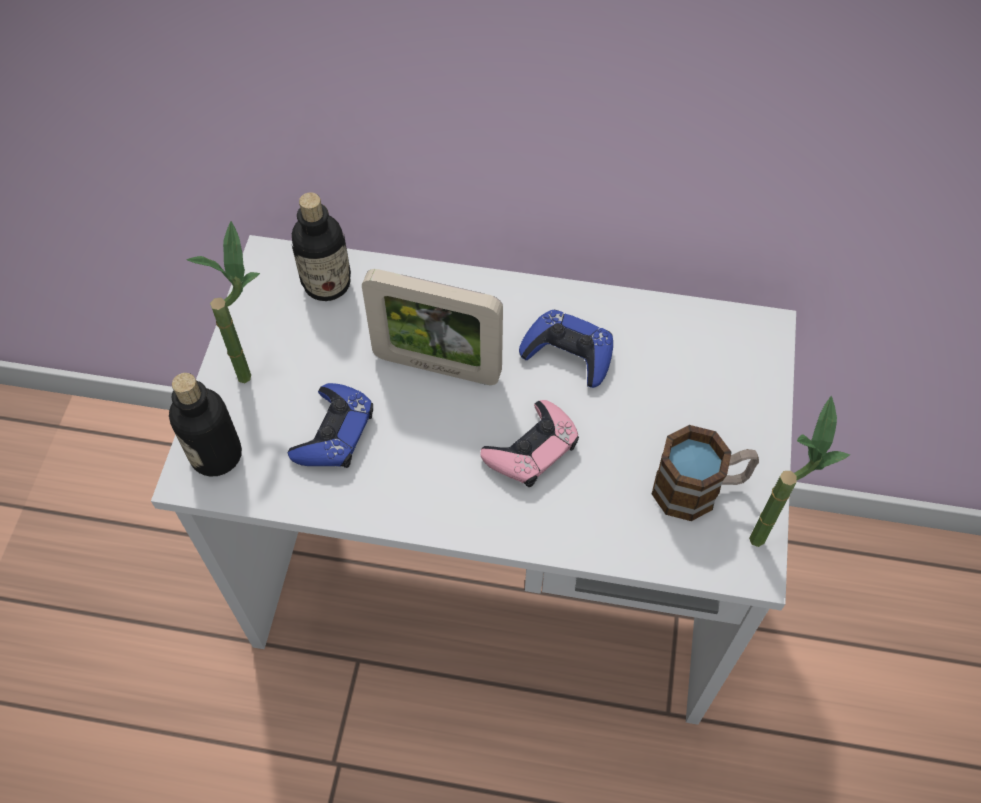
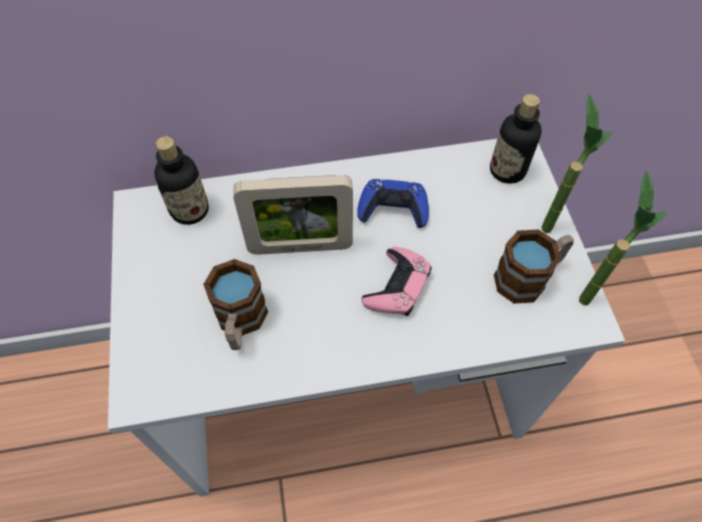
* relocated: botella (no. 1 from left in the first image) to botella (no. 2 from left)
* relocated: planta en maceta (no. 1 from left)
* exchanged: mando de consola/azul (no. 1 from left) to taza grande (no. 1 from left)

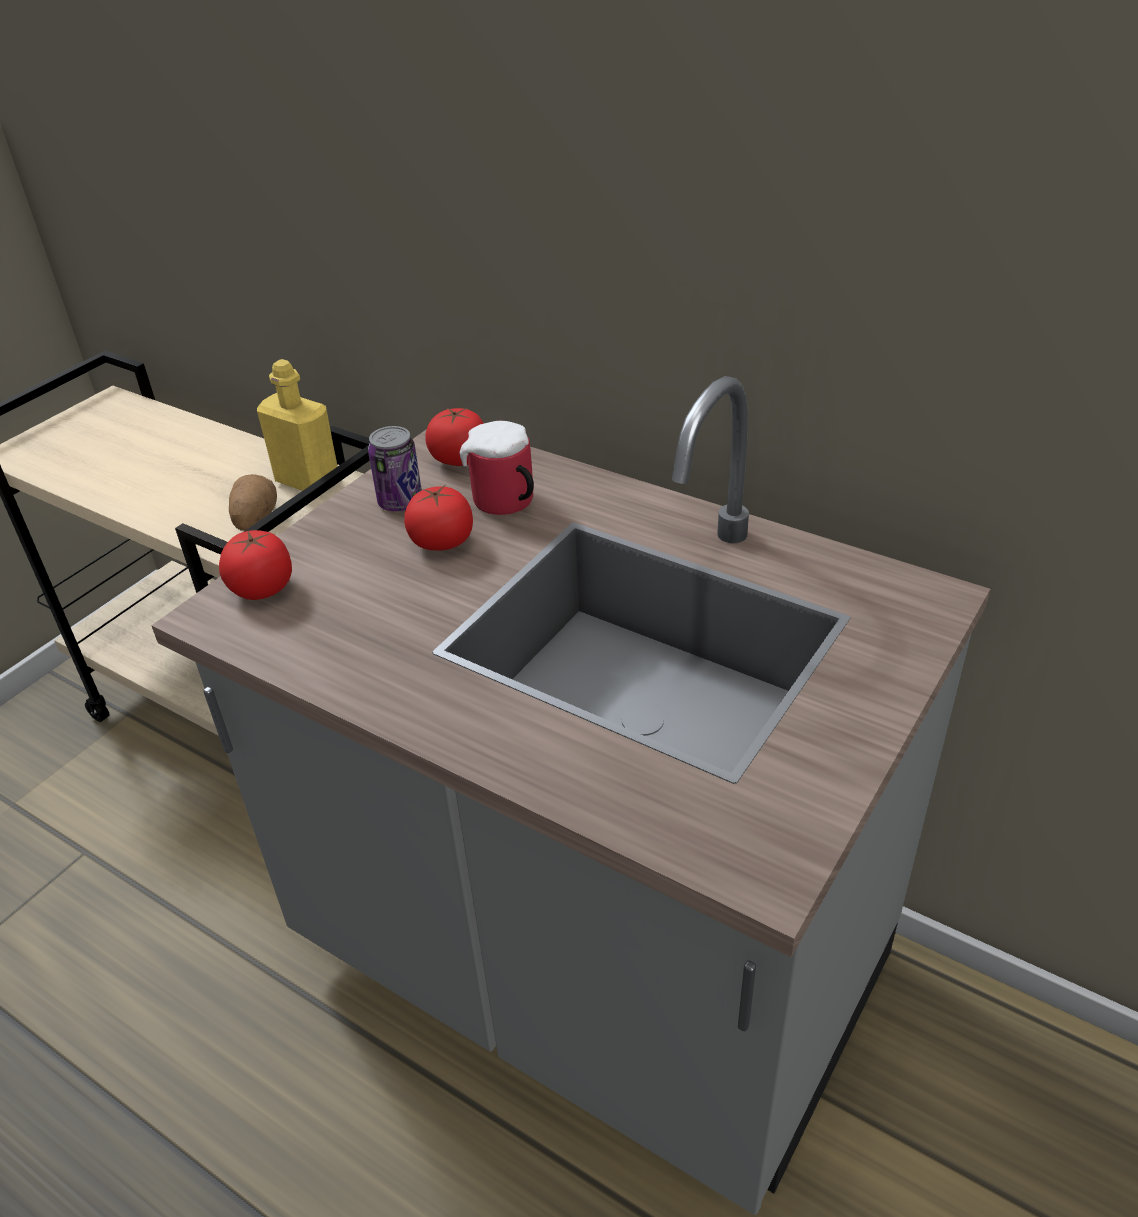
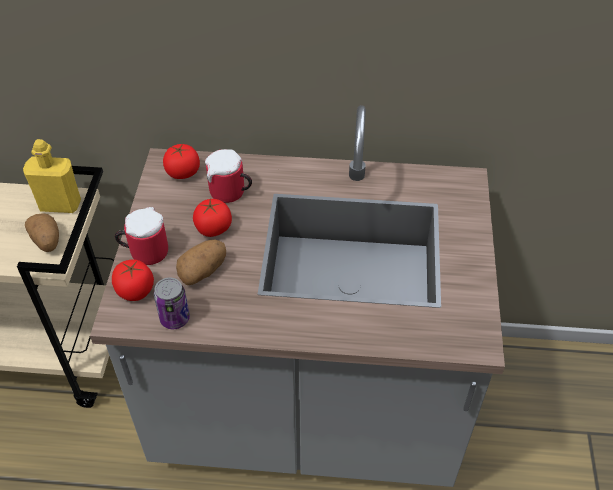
* relocated: lata
* appeared: taza grande (no. 1 from left)
* appeared: patata (no. 2 from left)

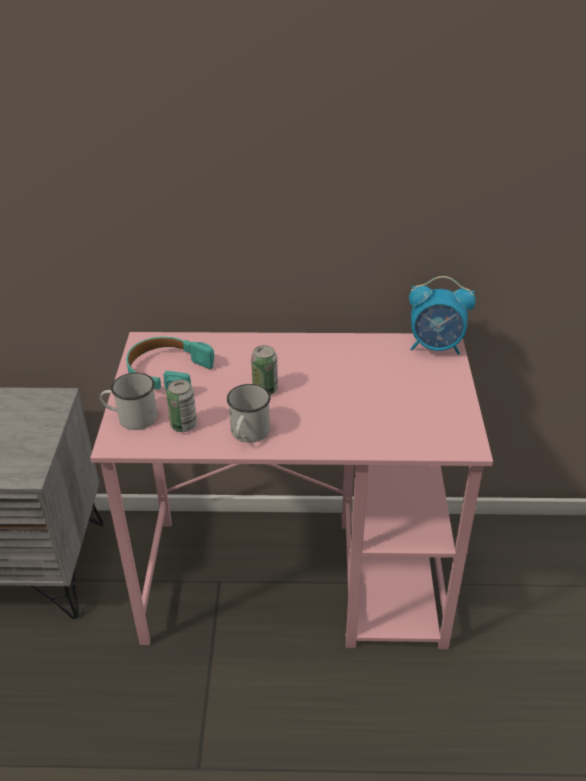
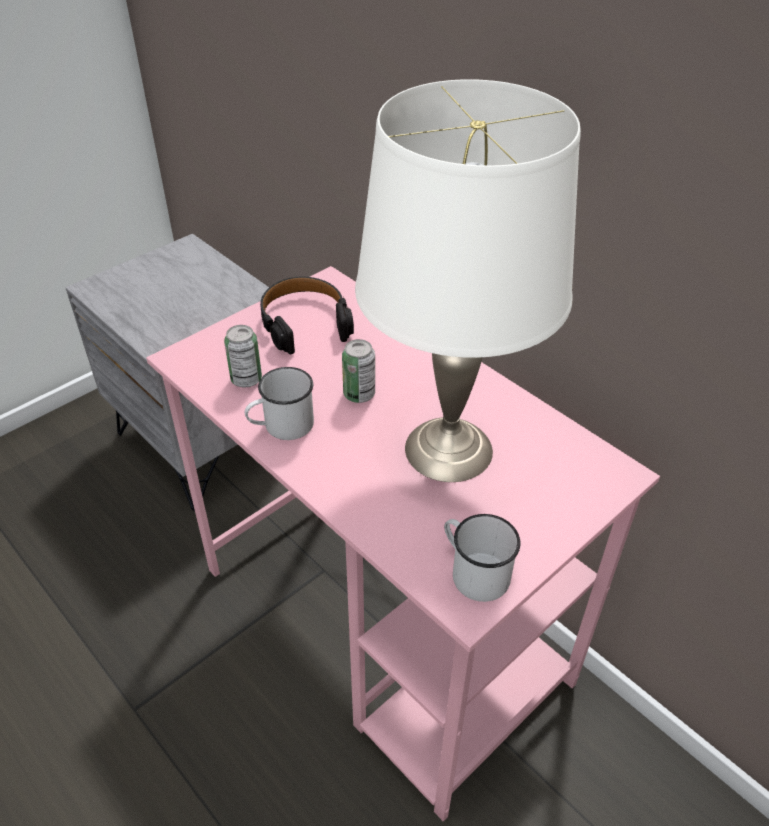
* relocated: taza grande/blanco (no. 1 from left in the first image) to taza grande/blanco (no. 2 from left)
* colour: auriculares/turquesa to auriculares/negro
* missing: despertador
* appeared: lámpara de mesa/blanco

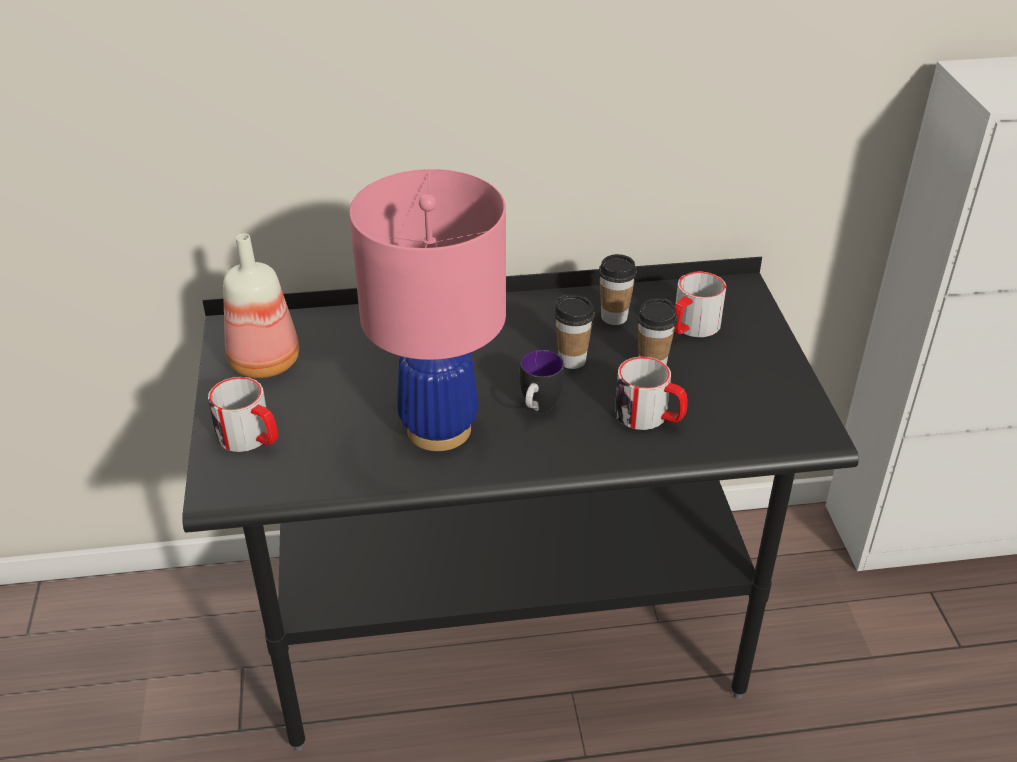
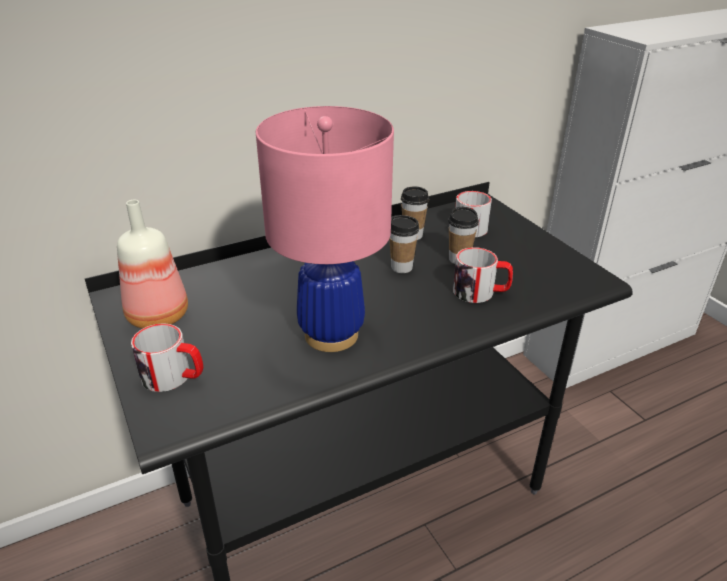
* missing: taza grande (no. 2 from left)

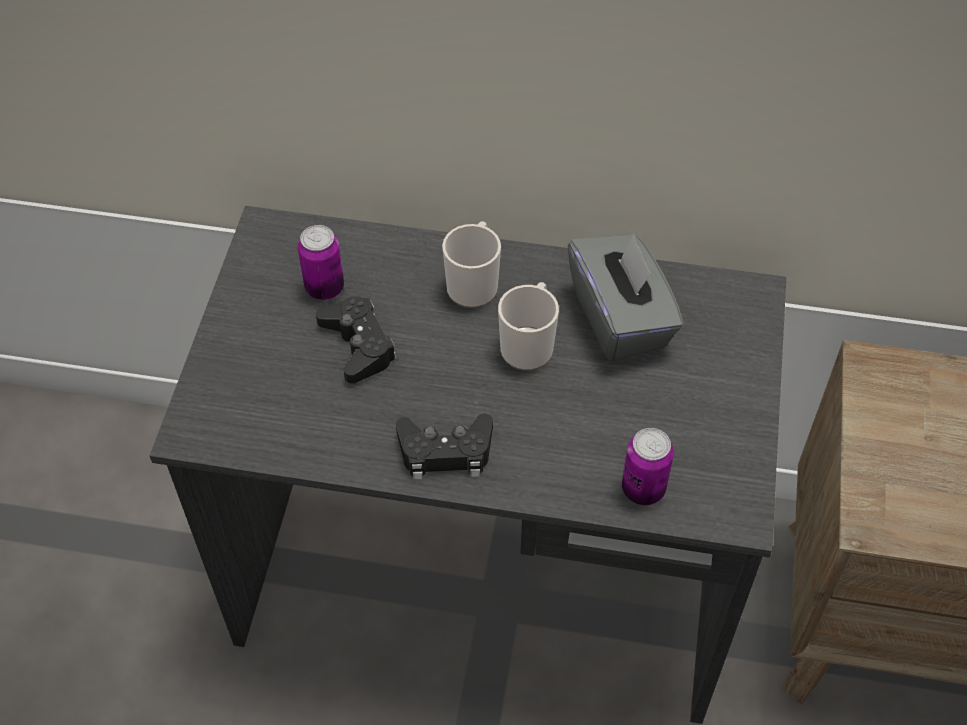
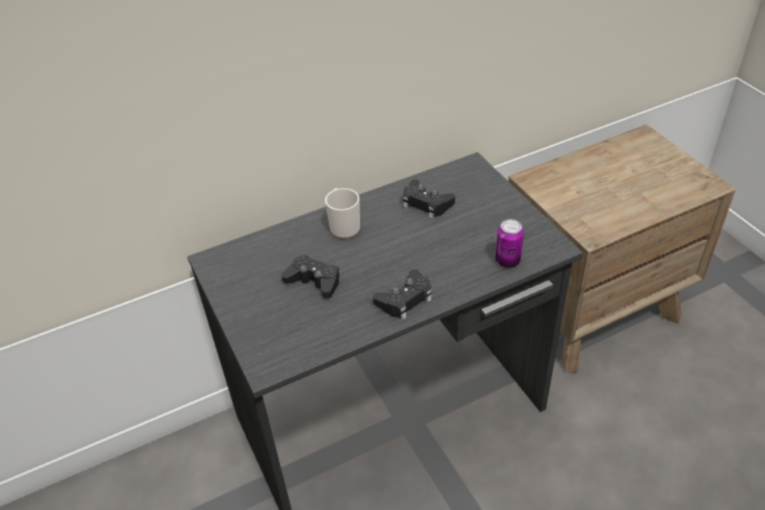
* missing: lata (no. 1 from left)
* missing: taza grande (no. 2 from left)
* exchanged: caja de pañuelos/gris to mando de consola/negro (no. 3 from left)

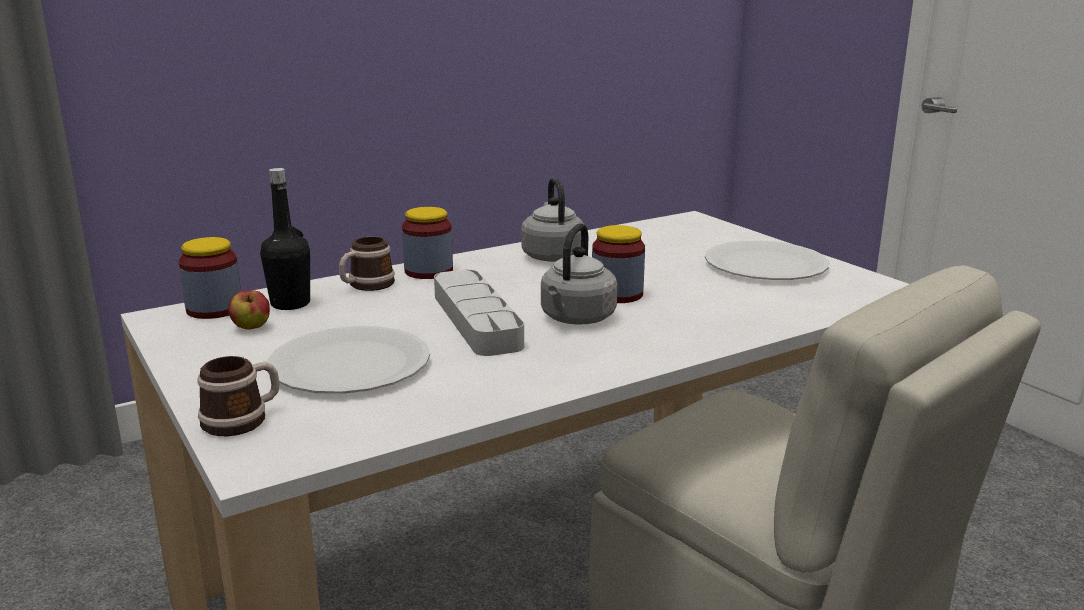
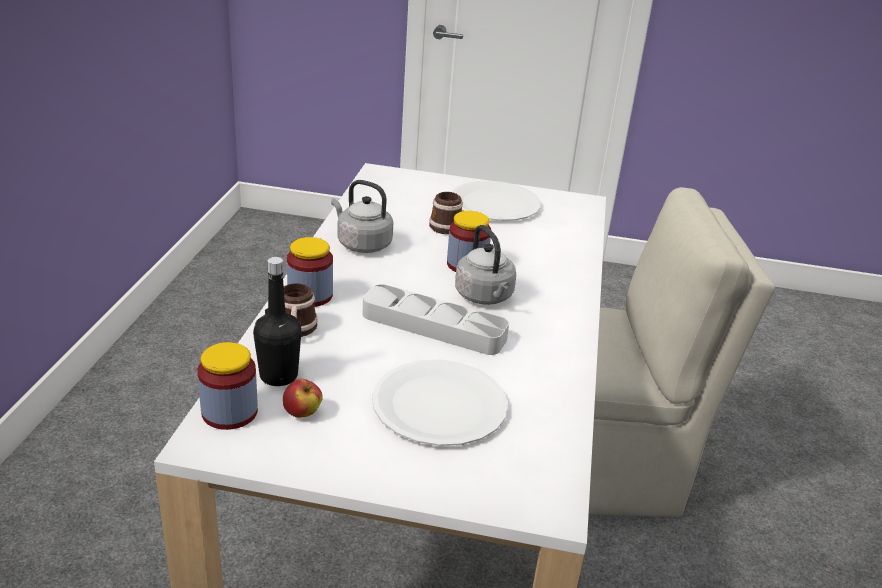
* relocated: taza grande (no. 1 from left in the first image) to taza grande (no. 2 from left)

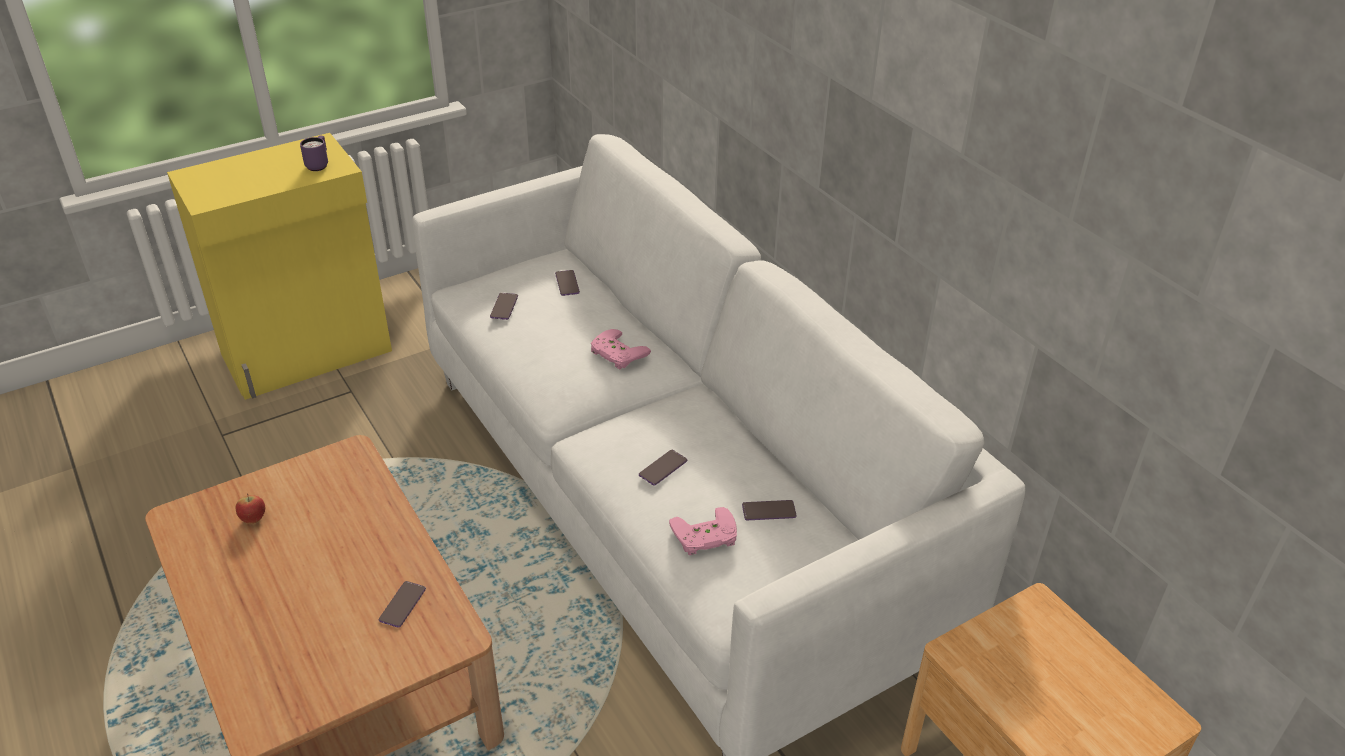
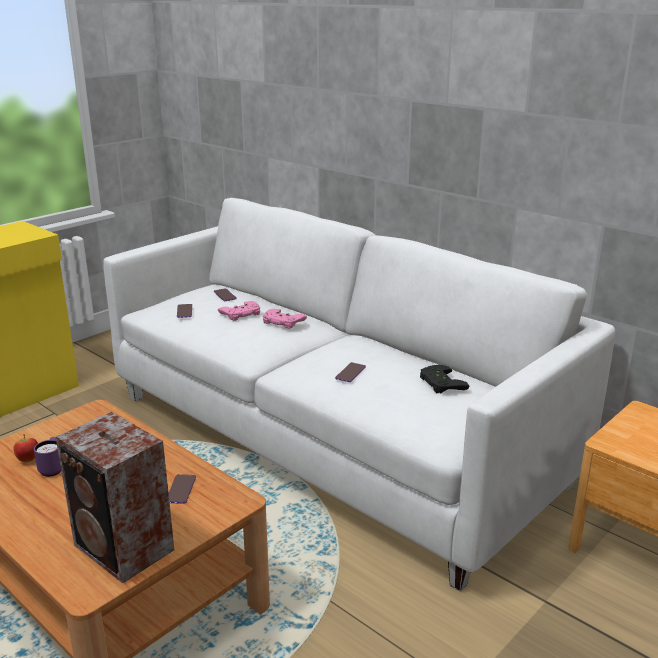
* relocated: taza grande/morado
* relocated: mando de consola/rosa (no. 2 from left in the first image) to mando de consola/rosa (no. 1 from left)
* exchanged: móvil (no. 5 from left) to mando de consola/negro
* appeared: altavoz

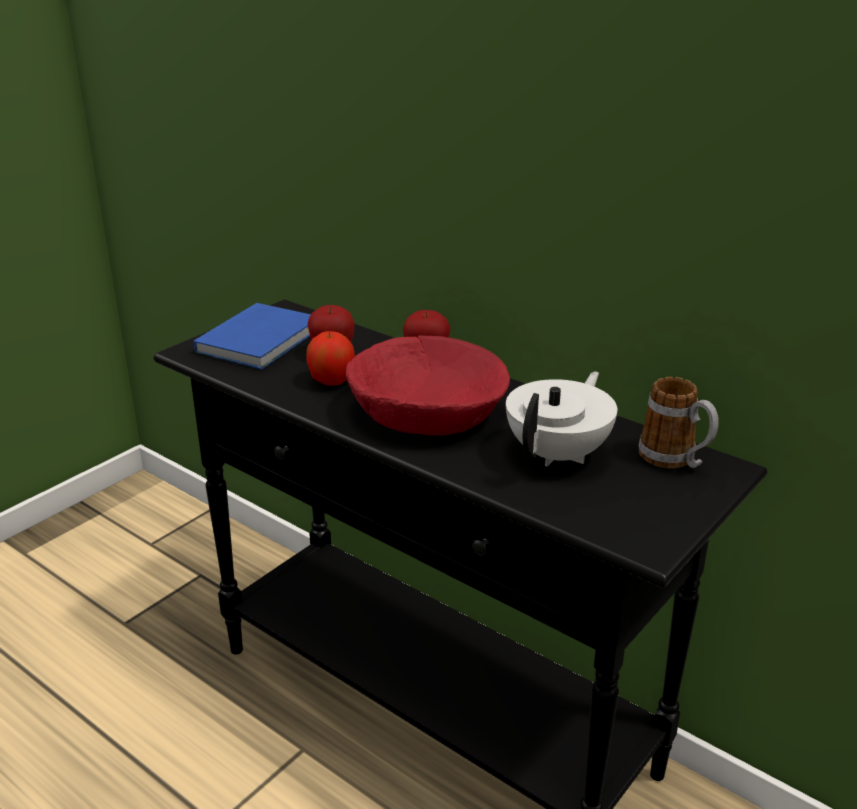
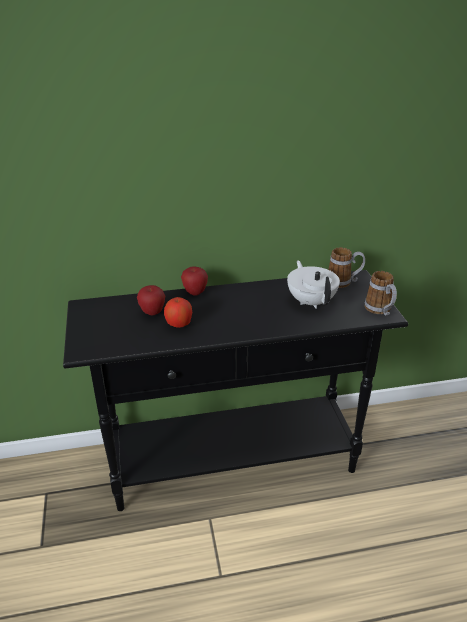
* missing: libro/azul
* missing: cuenco/rojo
* appeared: taza grande (no. 2 from left)

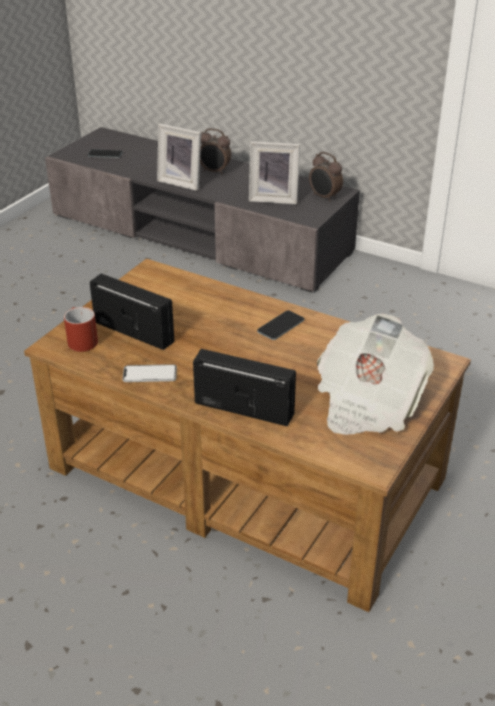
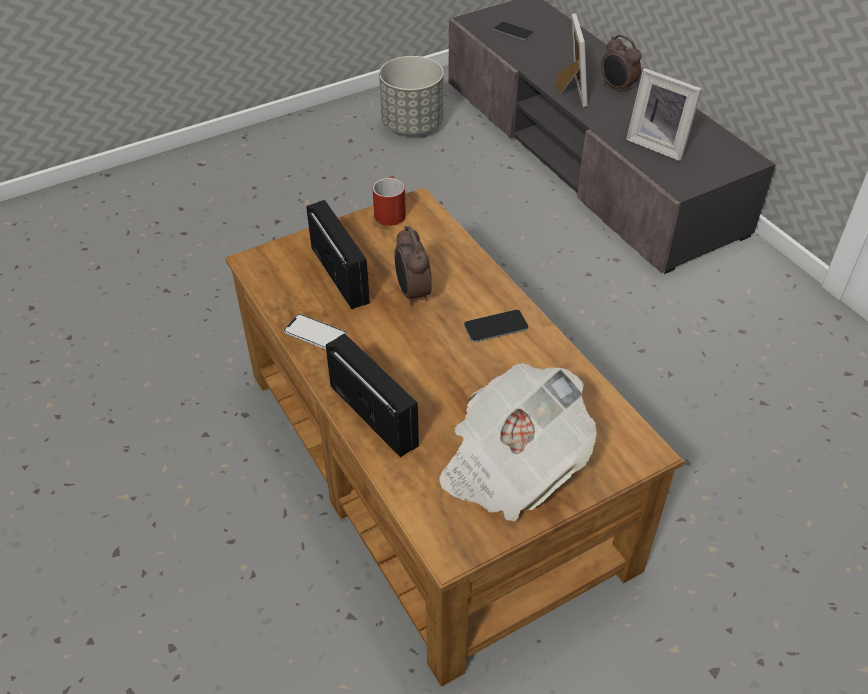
* relocated: taza grande/rojo
* spun: portarretratos (no. 1 from left) 150 degrees counterclockwise
* relocated: despertador (no. 2 from left in the first image) to despertador (no. 1 from left)
* appeared: maceta/gris

